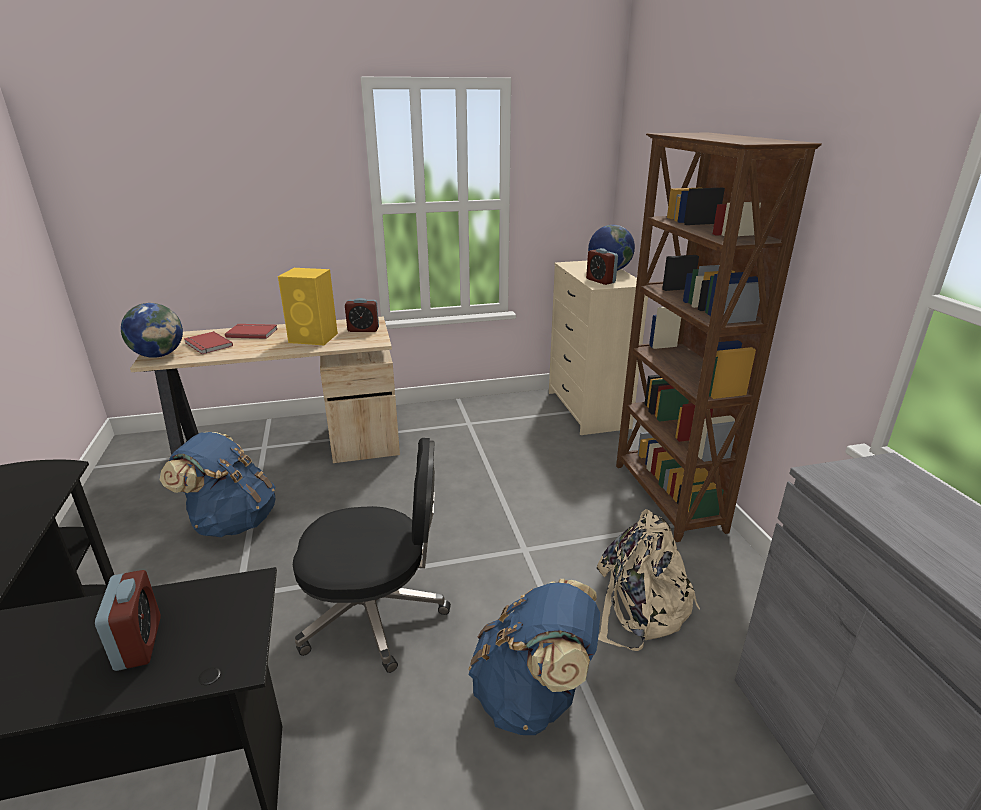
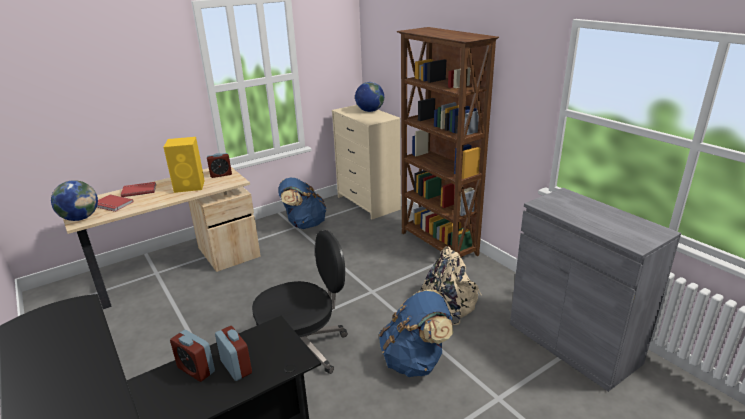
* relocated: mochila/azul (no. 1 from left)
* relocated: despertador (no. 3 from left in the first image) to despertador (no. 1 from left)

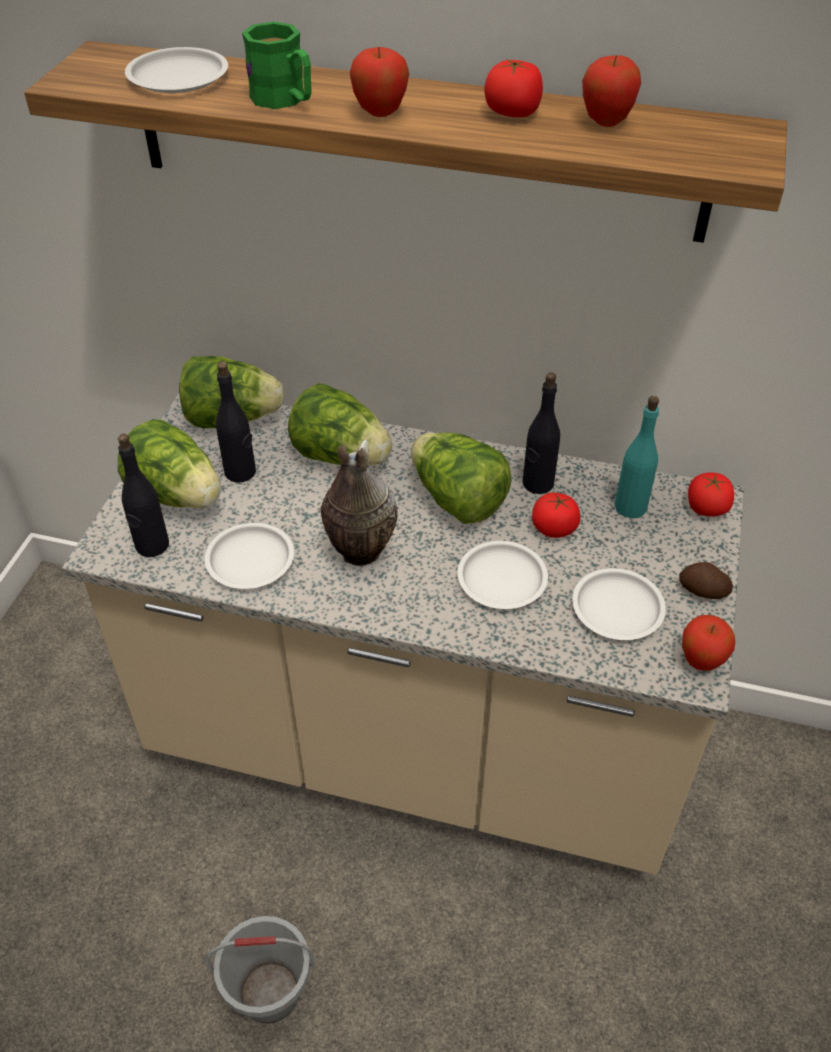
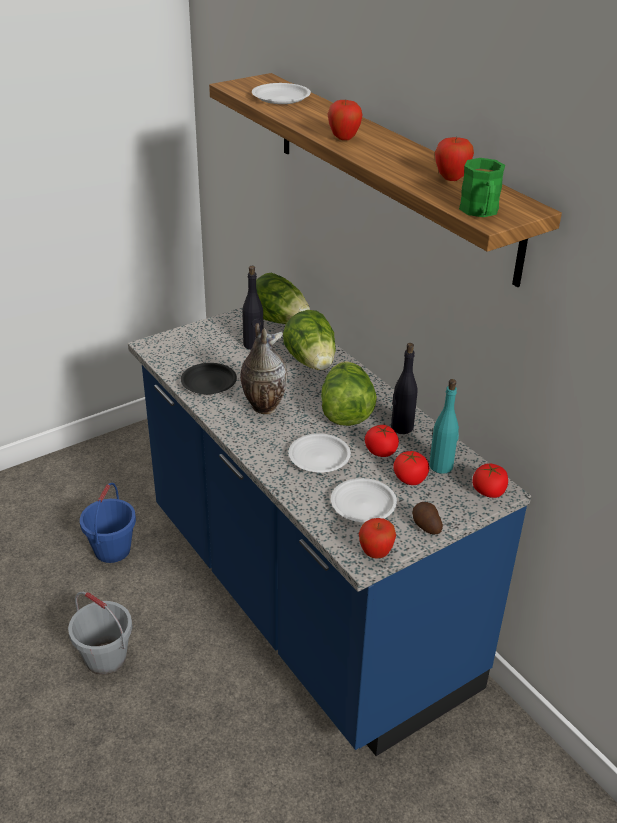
* colour: mueble bajo de cocina/beis to mueble bajo de cocina/azul
* missing: lechuga (no. 1 from left)
* missing: botella/negro (no. 1 from left)
* colour: plato/blanco (no. 2 from left) to plato/negro
* relocated: taza grande/verde
* relocated: tomate (no. 1 from left in the first image) to tomate (no. 2 from left)
* appeared: cubo/azul

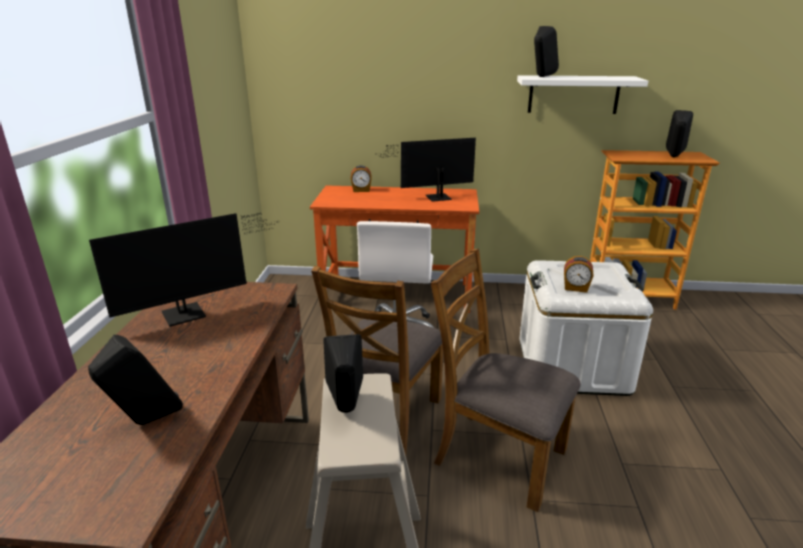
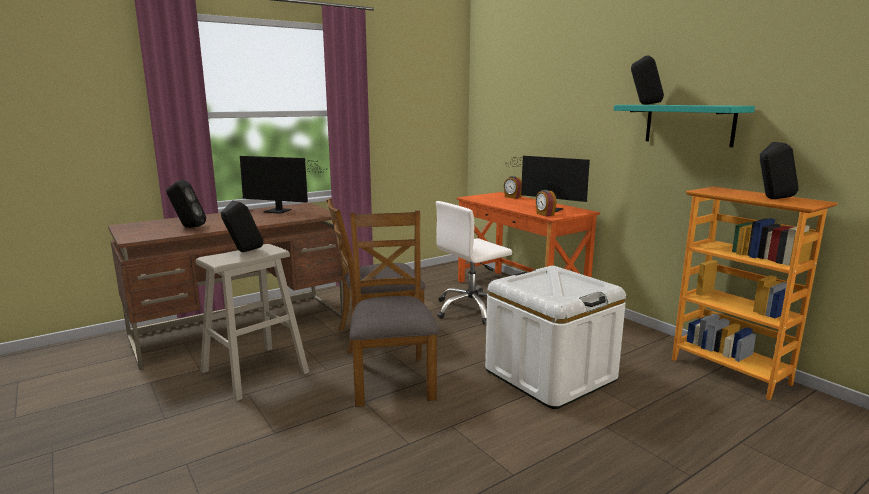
* colour: estante/blanco to estante/turquesa
* relocated: despertador (no. 2 from left)

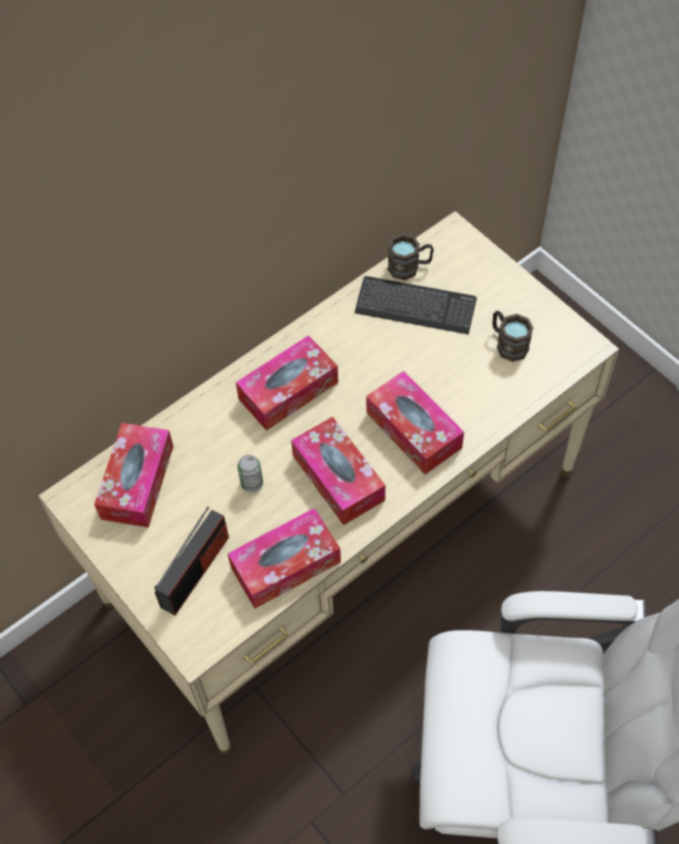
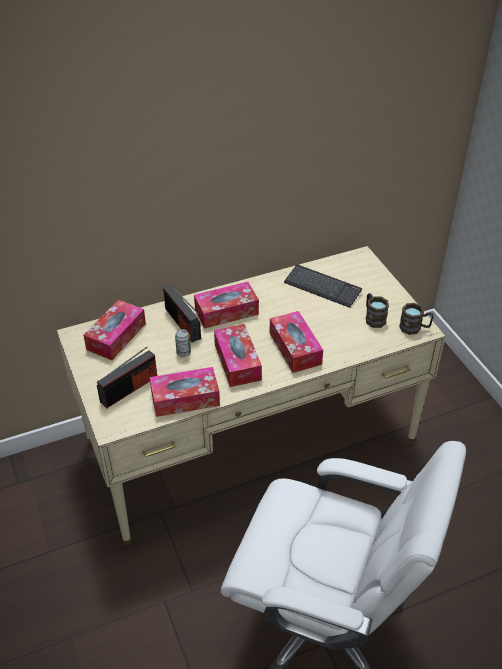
* relocated: taza grande/marrón (no. 1 from left in the first image) to taza grande/marrón (no. 2 from left)
* appeared: radio (no. 2 from left)

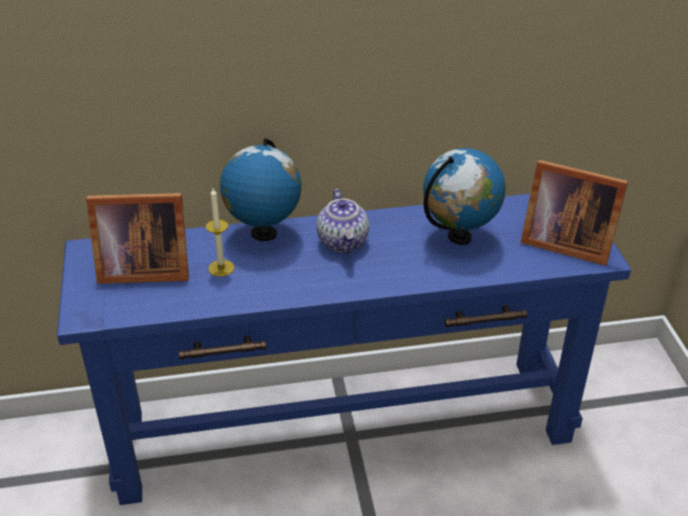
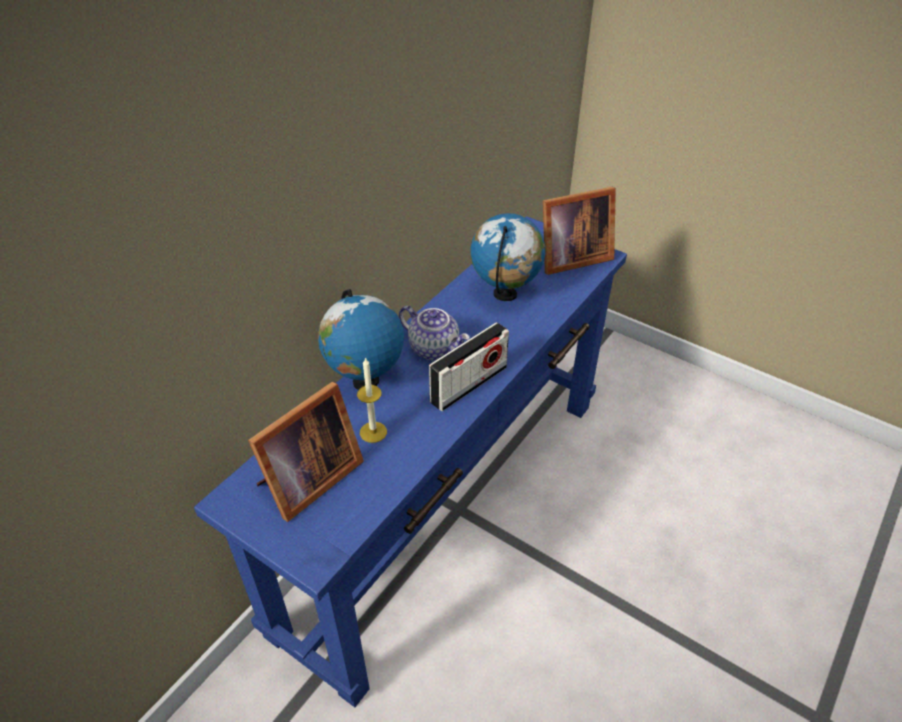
* appeared: radio

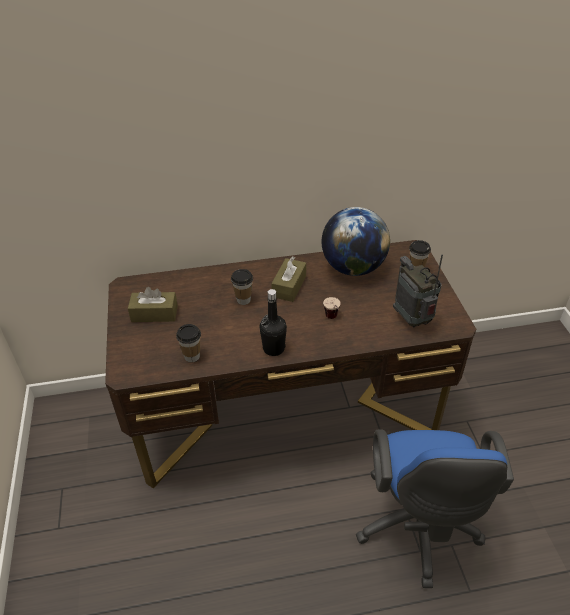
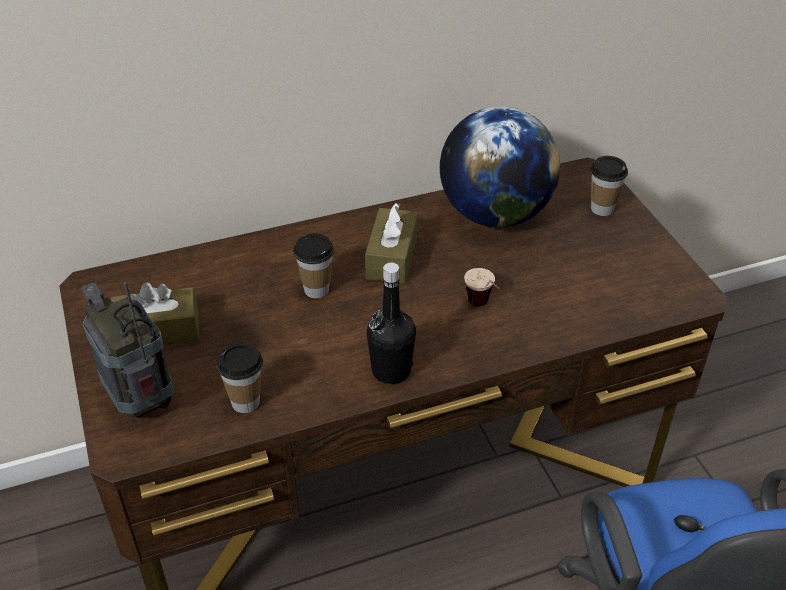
* relocated: radio

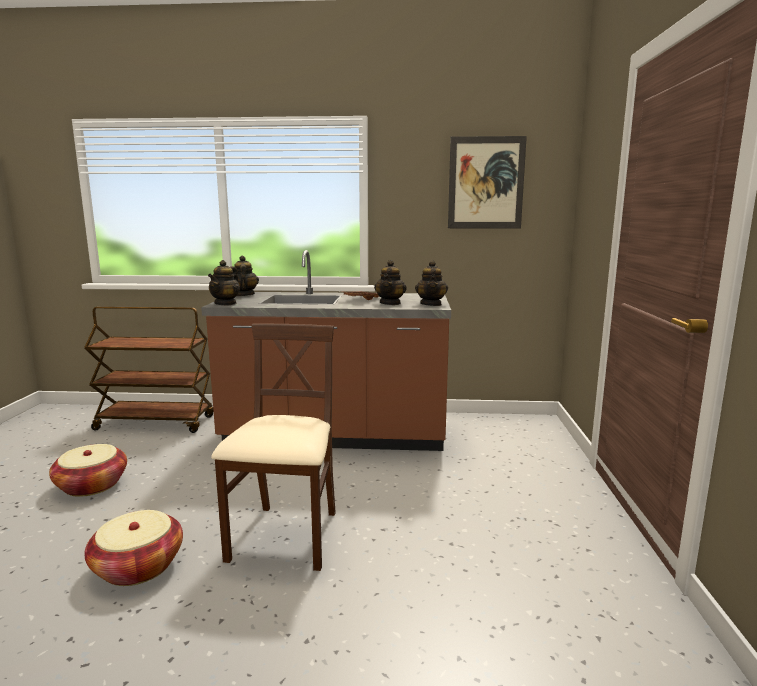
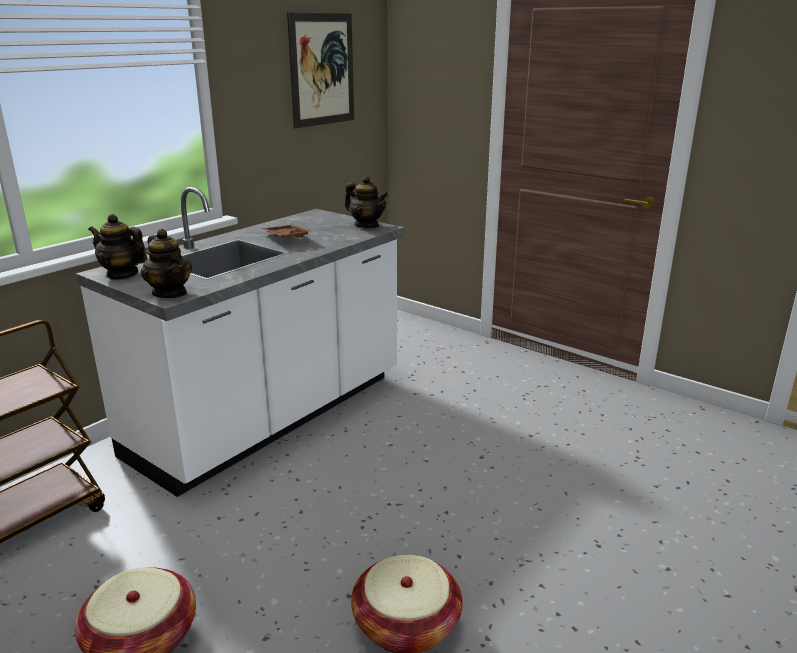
* colour: mueble bajo de cocina/marrón to mueble bajo de cocina/blanco
* missing: silla/beis
* missing: tetera (no. 3 from left)

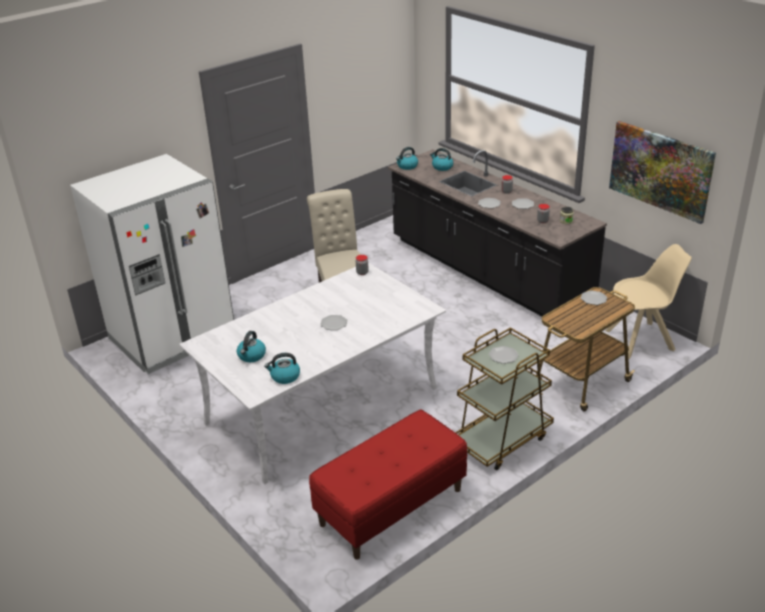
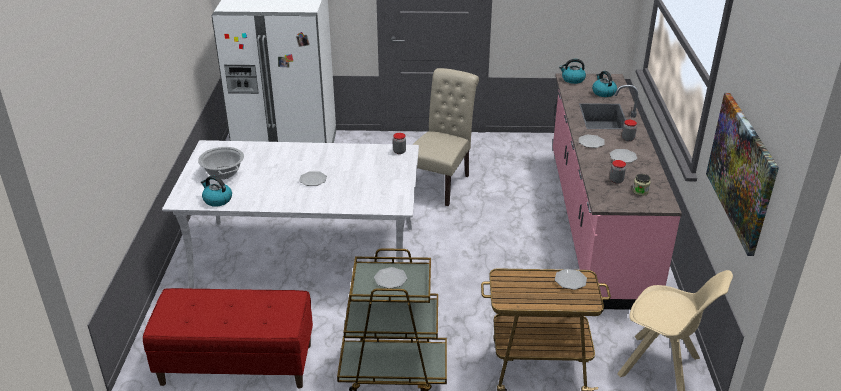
* exchanged: hervidor (no. 1 from left) to olla
* colour: mueble bajo de cocina/negro to mueble bajo de cocina/rosa

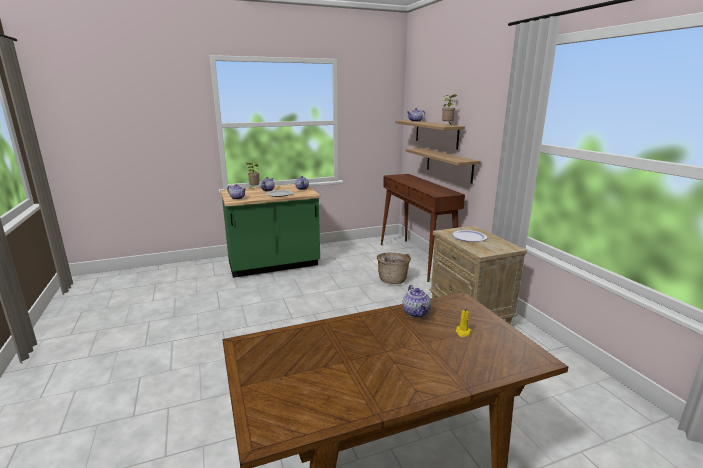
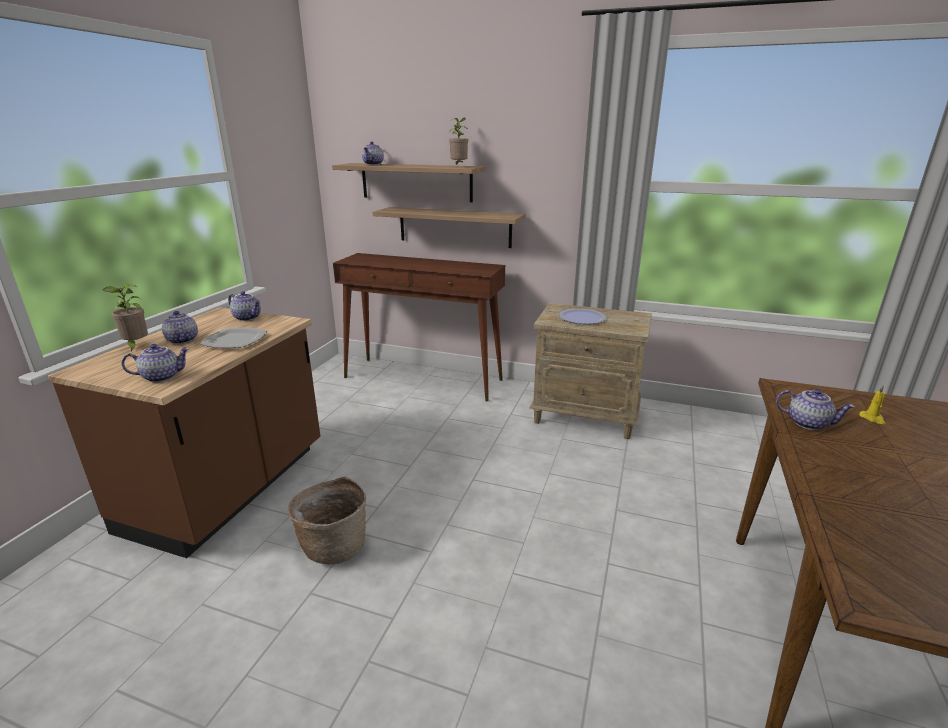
* colour: mueble bajo de cocina/verde to mueble bajo de cocina/marrón
* relocated: cesta

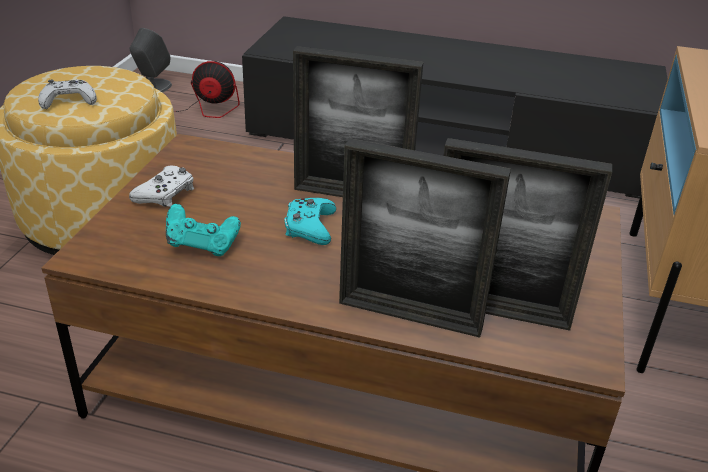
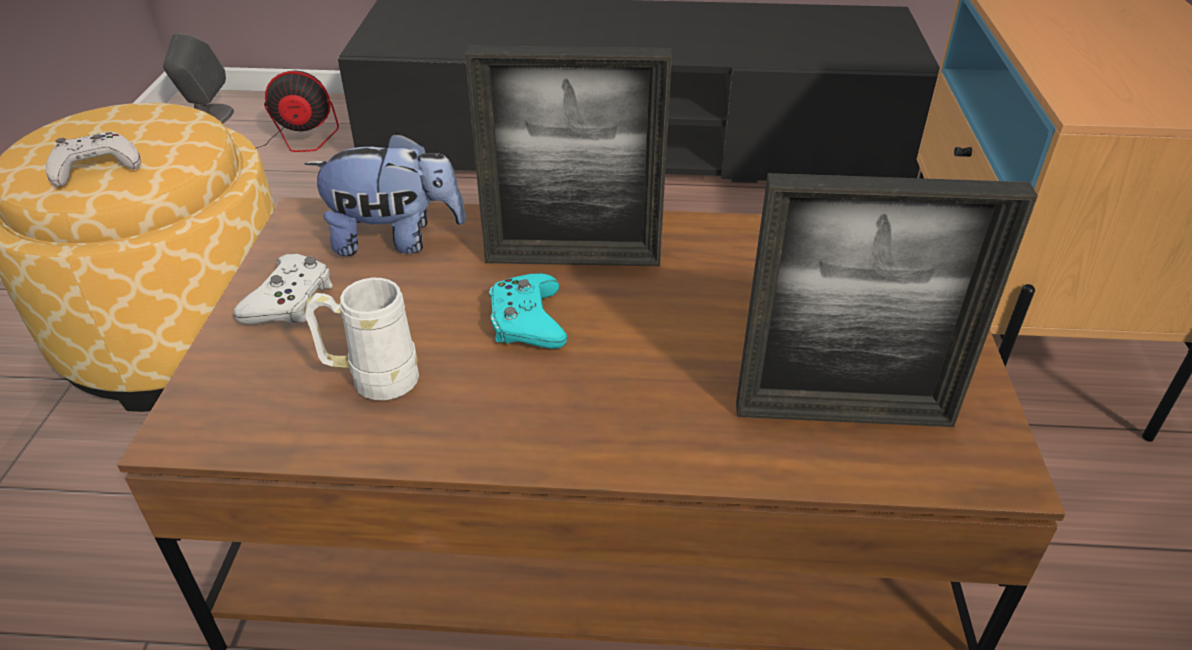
* exchanged: mando de consola/turquesa (no. 1 from left) to taza grande/blanco
* missing: portarretratos (no. 2 from left)
* appeared: peluche

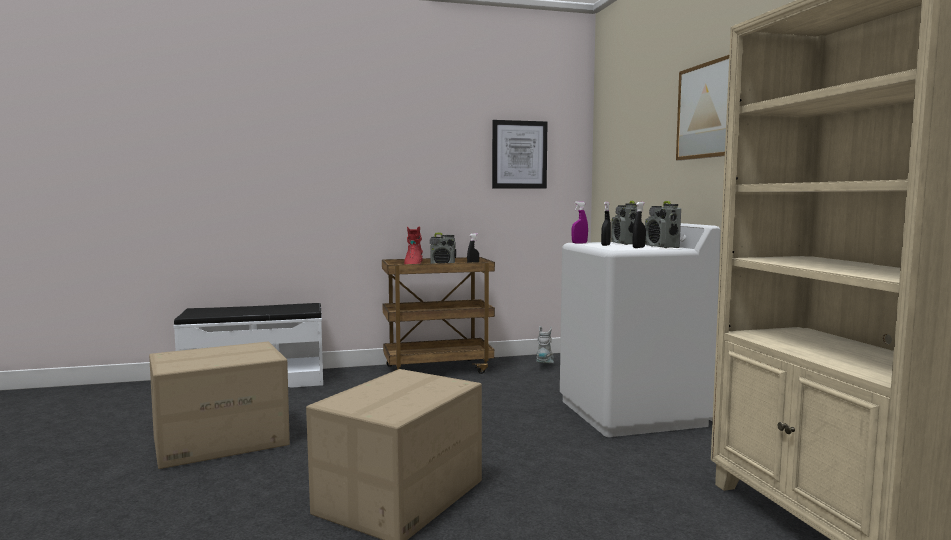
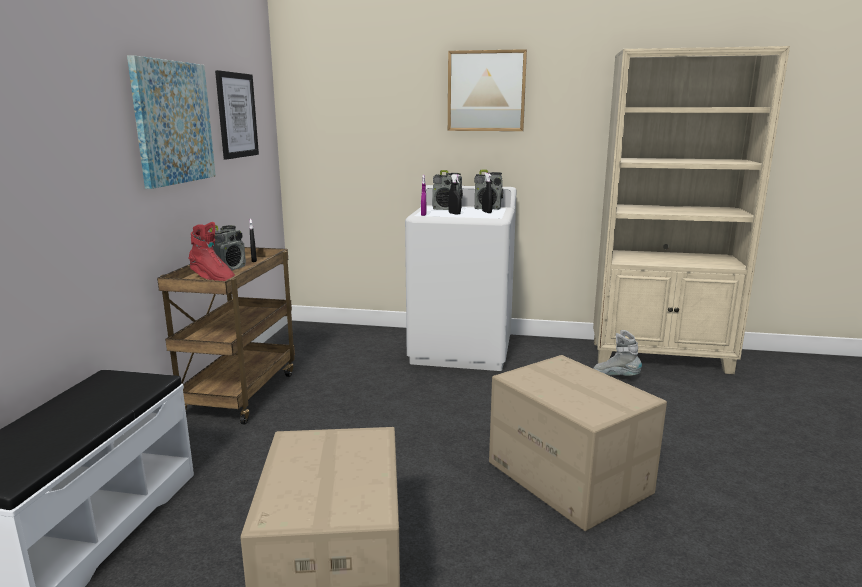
* relocated: bota/gris
* appeared: cuadro (no. 1 from left)

